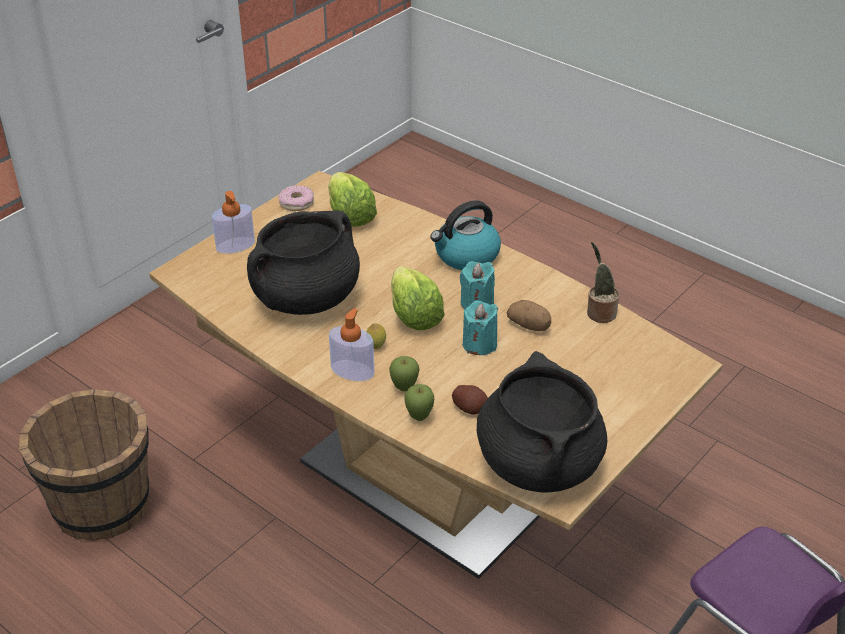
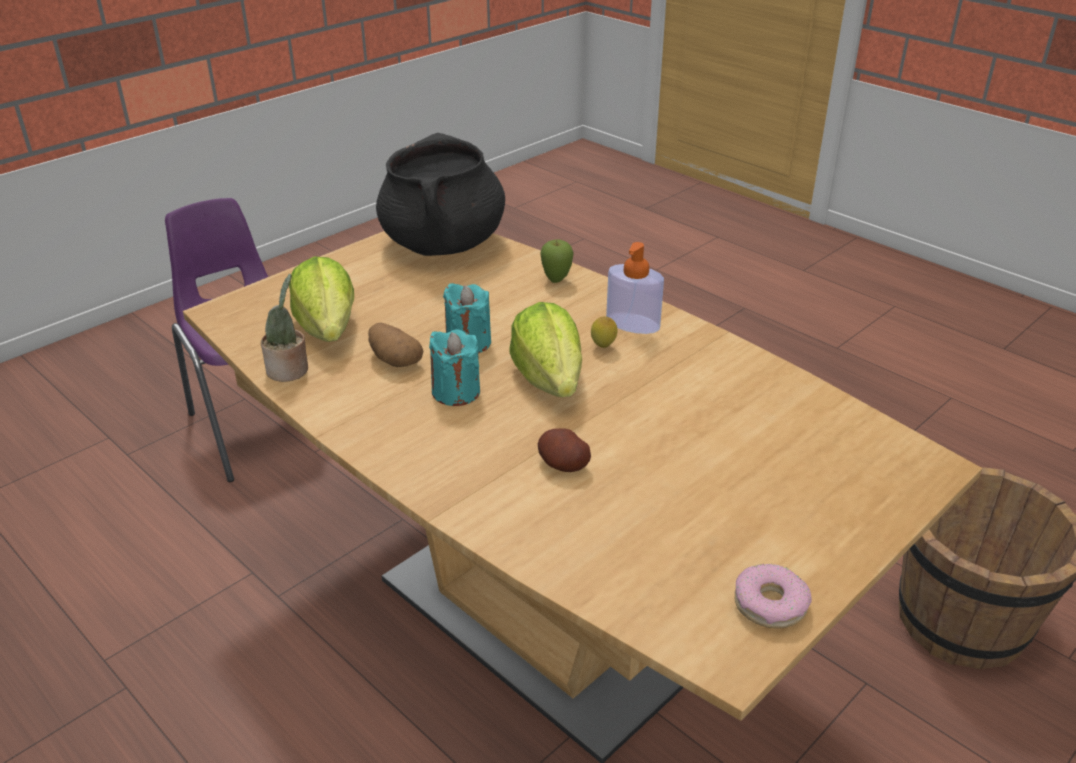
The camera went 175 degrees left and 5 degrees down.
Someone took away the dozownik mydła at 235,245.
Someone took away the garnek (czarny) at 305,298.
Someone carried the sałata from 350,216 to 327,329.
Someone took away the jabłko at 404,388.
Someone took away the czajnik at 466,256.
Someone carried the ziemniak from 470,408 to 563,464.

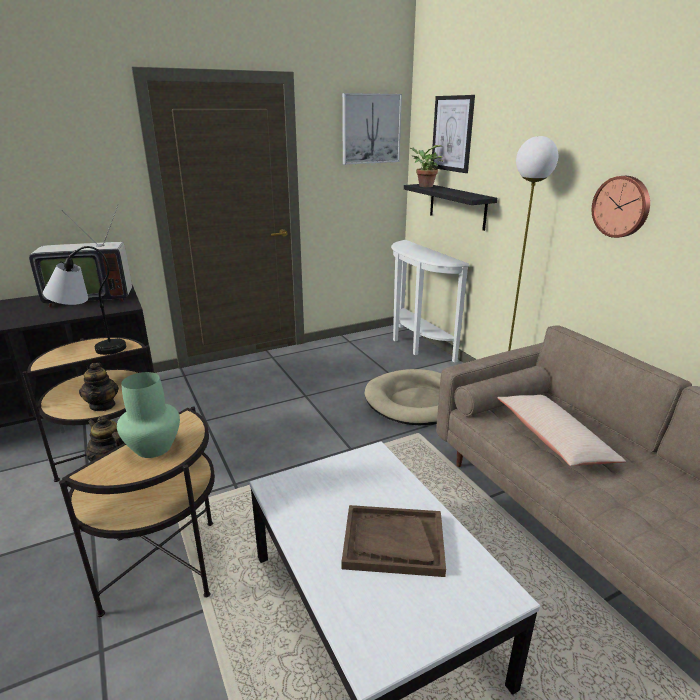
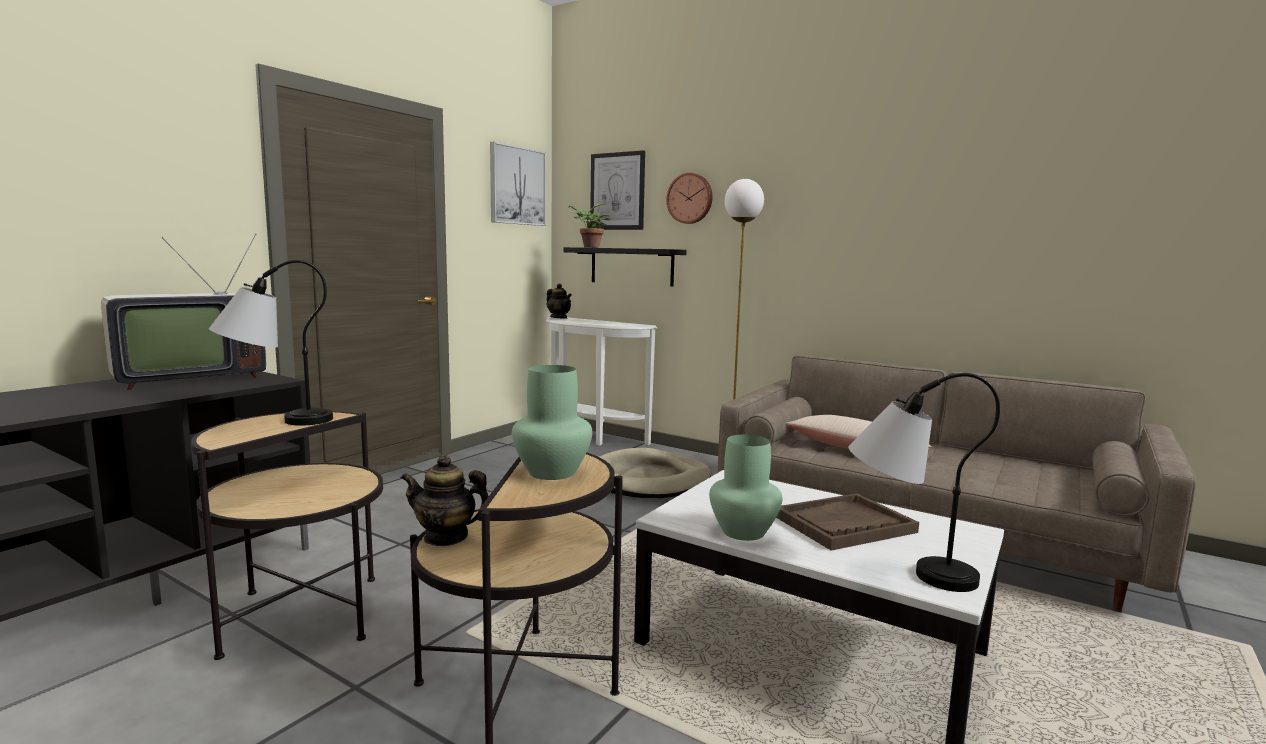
The camera went 30 degrees left and 15 degrees down.
Someone carried the imbryk from 103,405 to 559,318.
Someone carried the zegar ścienny from 622,206 to 690,198.
Someone put down the wazon (zielony) at 742,531.
Someone put down the lampa stołowa at 903,571.

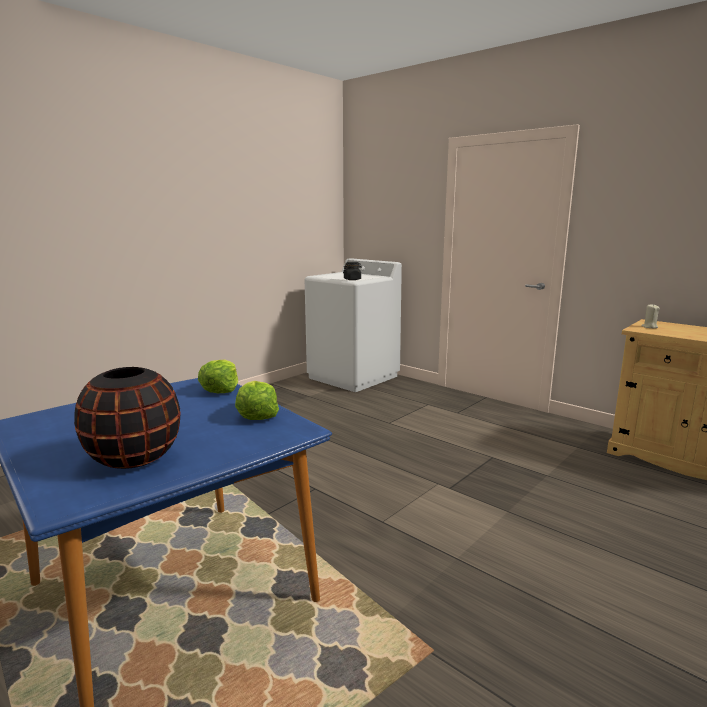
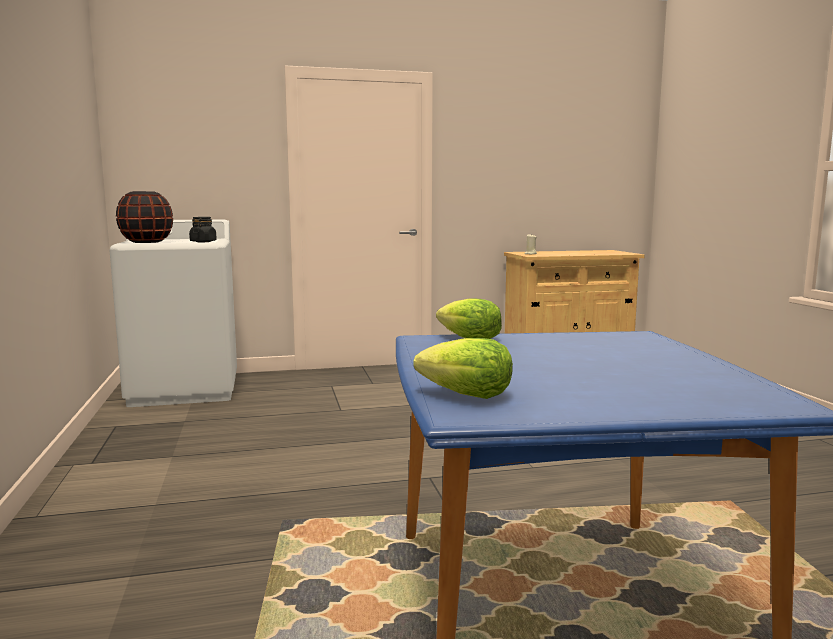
The camera went 55 degrees left and 5 degrees down.
Someone carried the wazon (czarny) from 134,458 to 146,242.
Someone carried the sałata from 256,415 to 467,395.

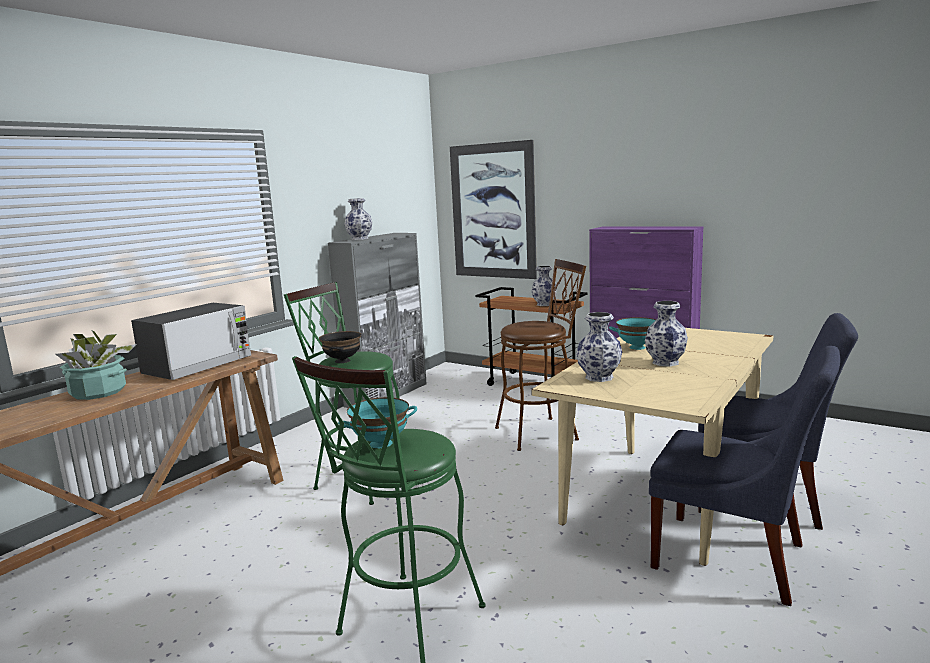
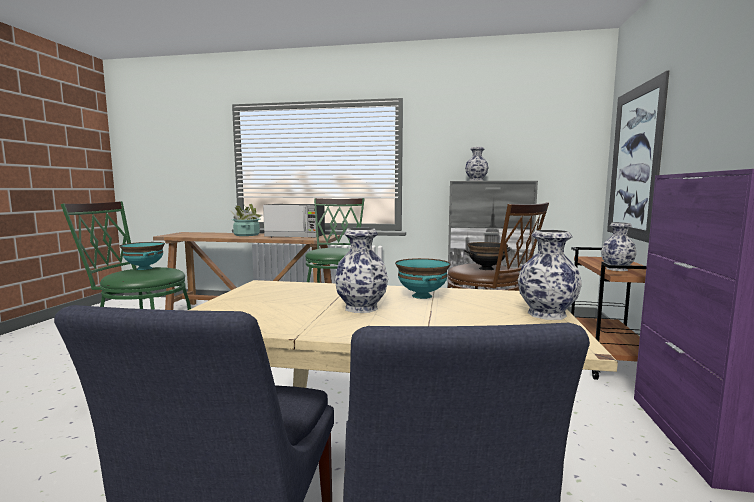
The camera went 65 degrees right and 5 degrees down.
Someone carried the miska (czarny) from 342,361 to 486,268.
Someone carried the wazon from 599,377 to 546,314.

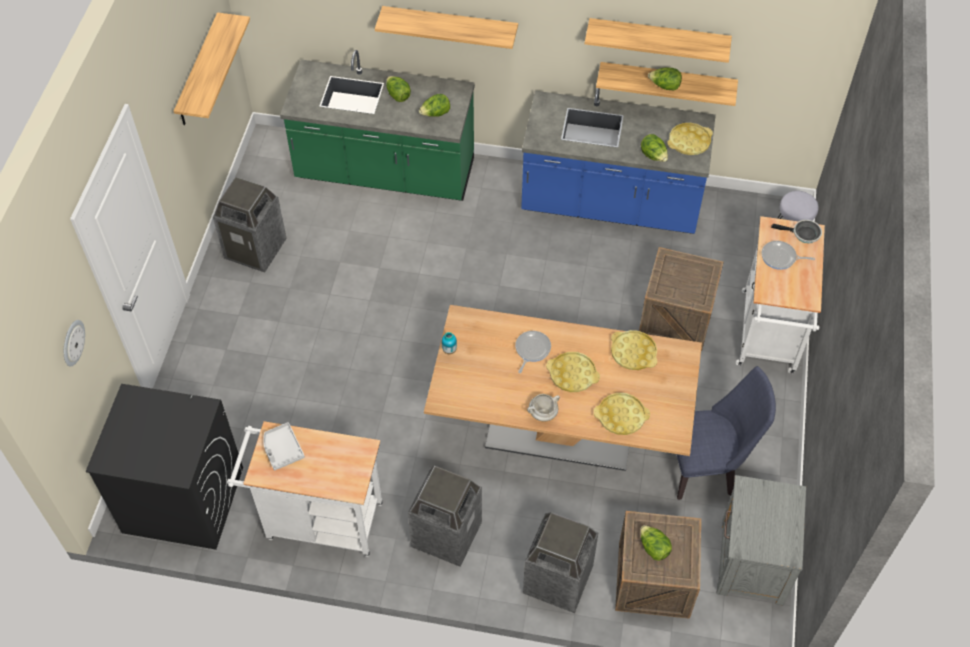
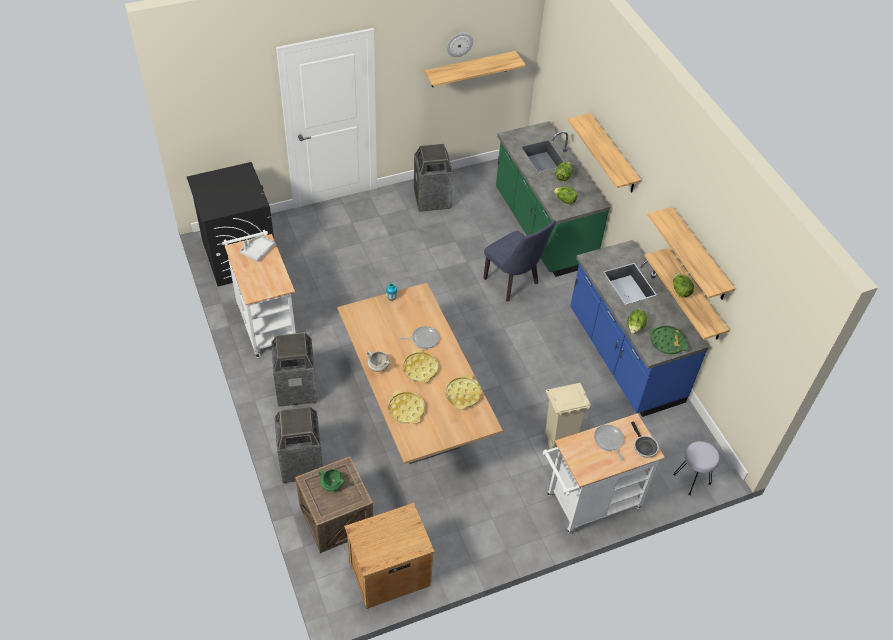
The camera went 55 degrees right and 5 degrees down.
Someone carried the zegar ścienny from 72,342 to 459,44.
Someone swapped the skrzynka at 676,317 for the kosz na śmieci (beżowy) at 559,438.
Someone swapped the sałata at 653,548 for the garnek (zielony) at 331,485.
Someone repainted the taca (żółty) at 689,142, which became the taca (zielony) at 667,342.
Someone carried the krzesło (niebieski) from 706,470 to 514,283.
Someone repainted the szafka nocna (szary) at 751,562, which became the szafka nocna (brązowy) at 388,573.

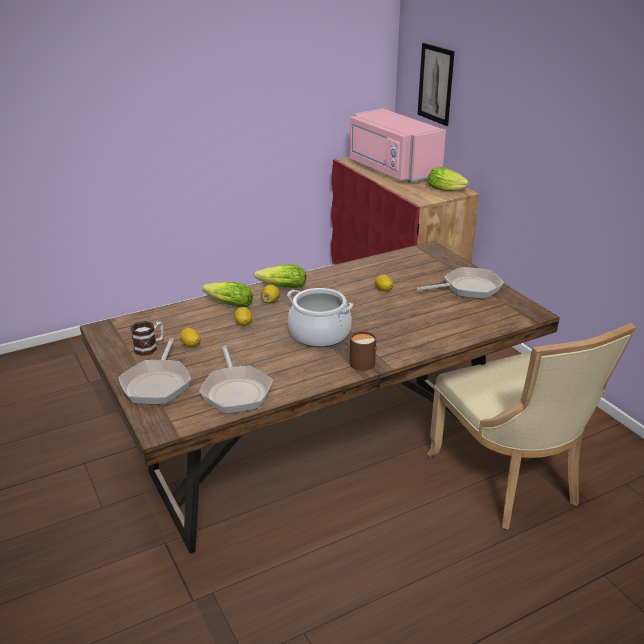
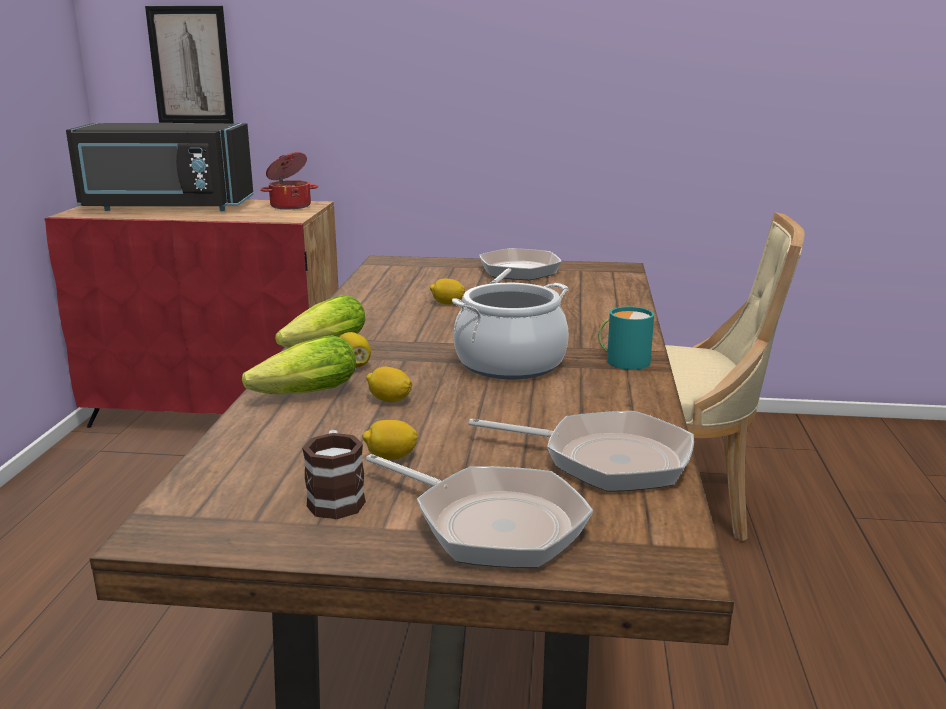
The camera went 55 degrees left and 10 degrees down.
Someone repainted the mikrofalówka (różowy) at 391,169, which became the mikrofalówka (czarny) at 166,208.
Someone repainted the kubek (brązowy) at 361,362, which became the kubek (turkusowy) at 623,361.
Someone swapped the sałata at 447,189 for the garnek at 290,206.

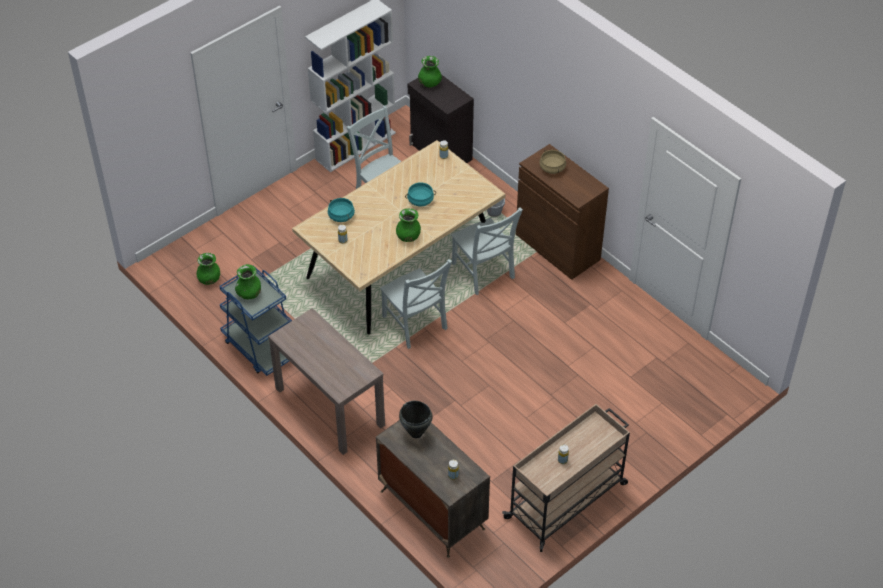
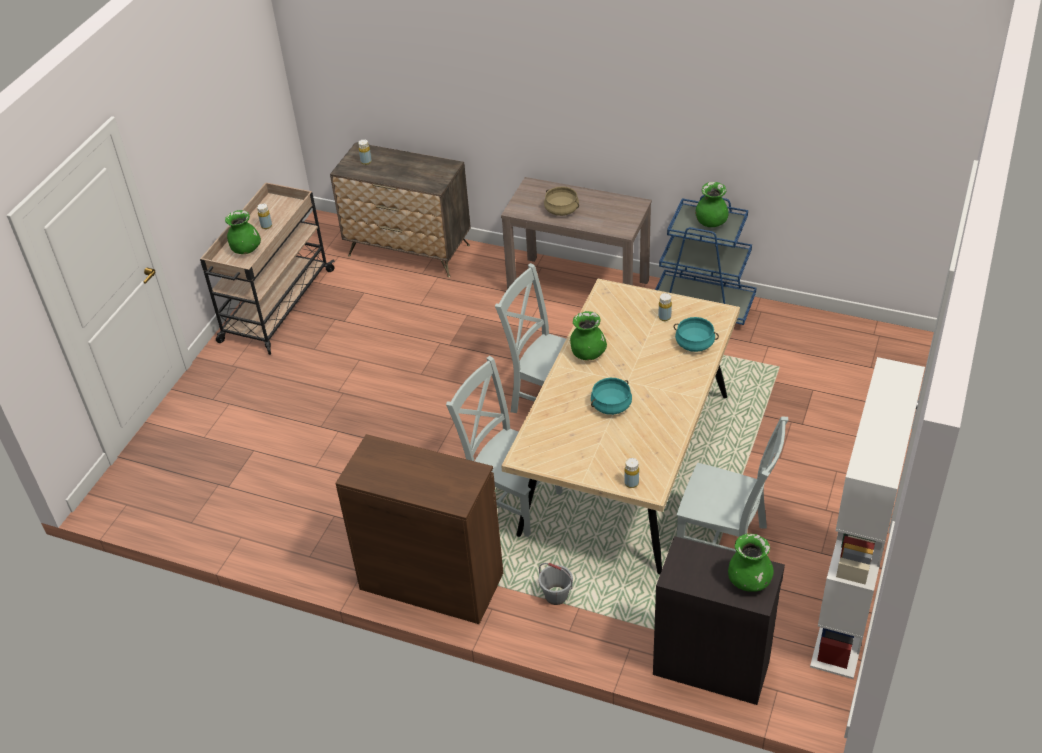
The camera went 155 degrees right and 5 degrees down.
Someone carried the wazon (zielony) from 209,279 to 246,249.
Someone took away the garnek (czarny) at 416,433.
Someone carried the garnek (beżowy) from 552,168 to 562,210.

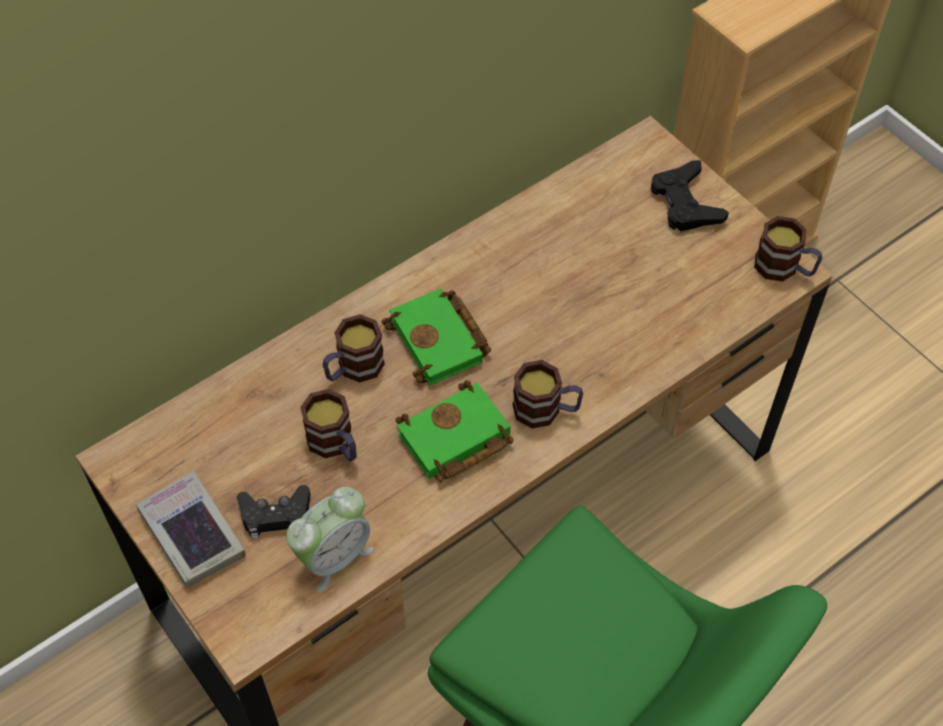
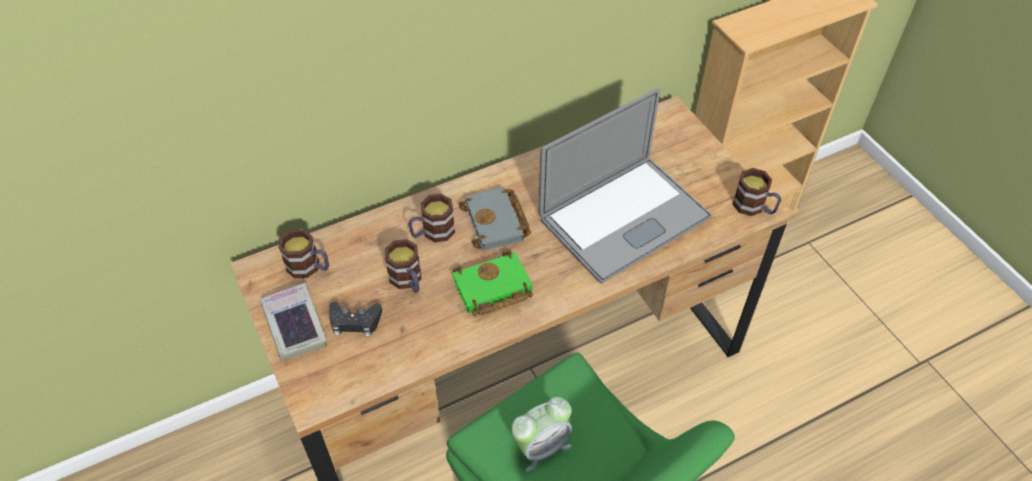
The camera went 10 degrees right and 5 degrees down.
Someone carried the budzik from 334,556 to 541,447.
Someone repainted the książka (zielony) at 441,342, which became the książka (szary) at 497,223.
Someone carried the kubek from 546,410 to 309,267.
Someone took away the pad do gier (czarny) at 685,203.
Someone put down the laptop at 624,218.

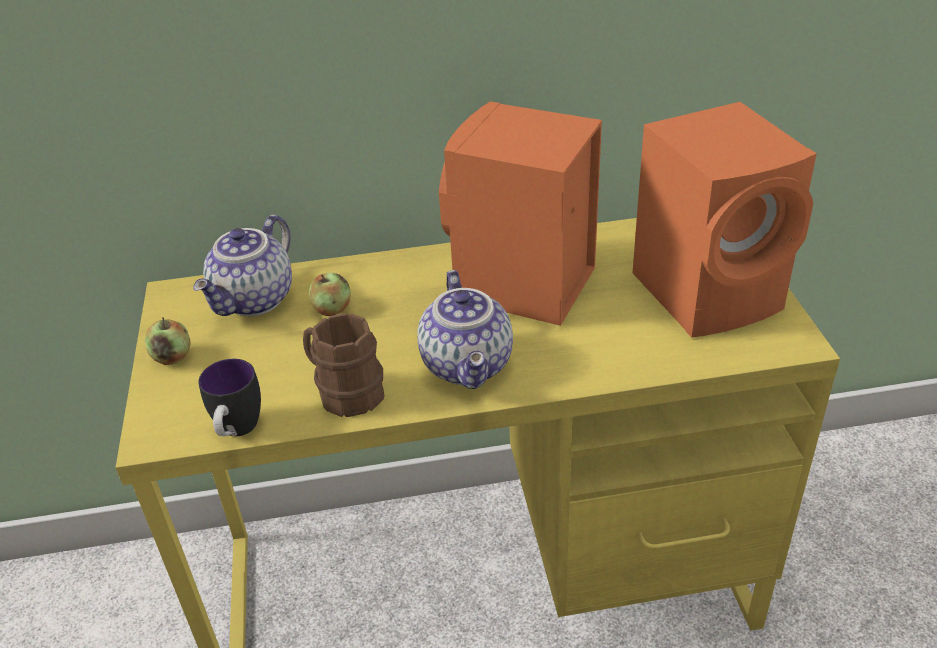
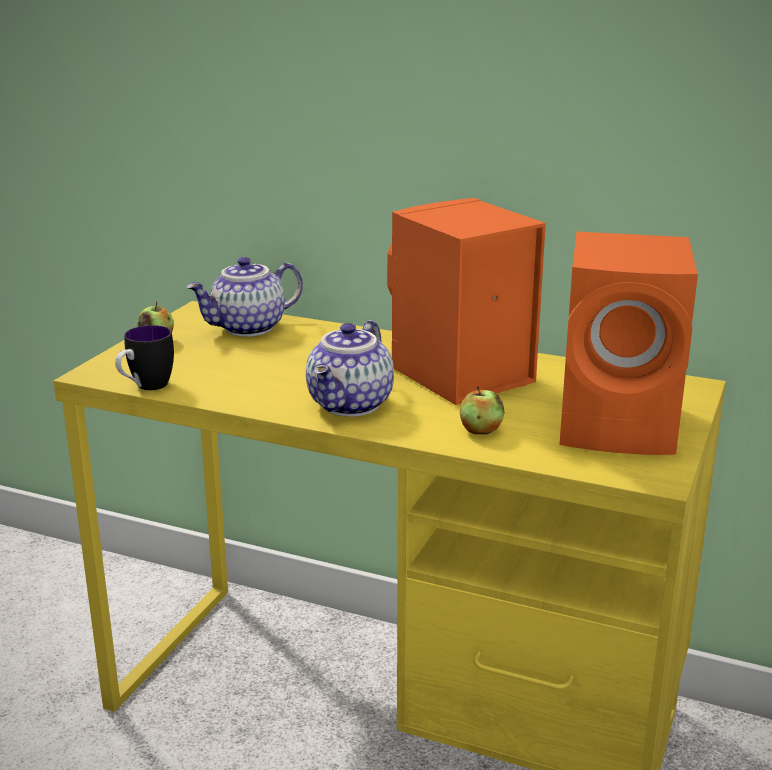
The camera went 30 degrees right and 15 degrees down.
Someone took away the kubek (brązowy) at 344,392.
Someone carried the jabłko from 332,309 to 480,430.

